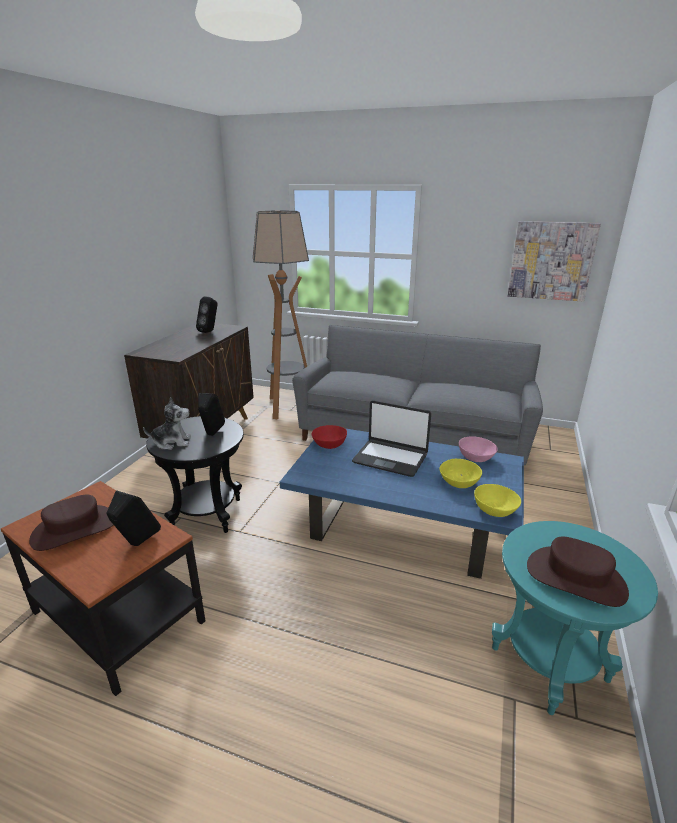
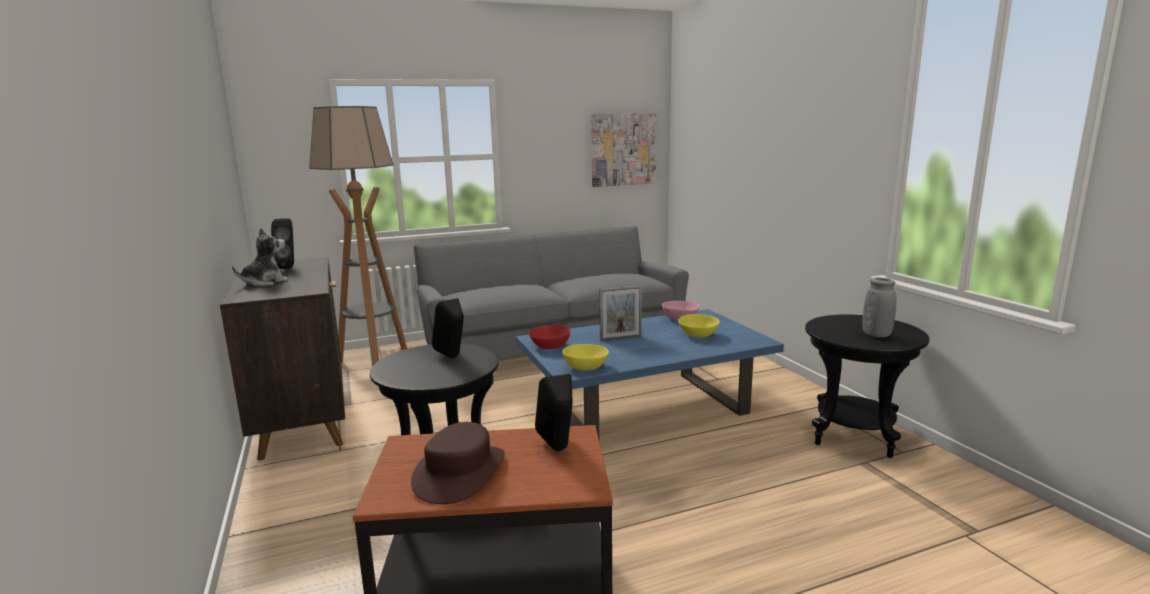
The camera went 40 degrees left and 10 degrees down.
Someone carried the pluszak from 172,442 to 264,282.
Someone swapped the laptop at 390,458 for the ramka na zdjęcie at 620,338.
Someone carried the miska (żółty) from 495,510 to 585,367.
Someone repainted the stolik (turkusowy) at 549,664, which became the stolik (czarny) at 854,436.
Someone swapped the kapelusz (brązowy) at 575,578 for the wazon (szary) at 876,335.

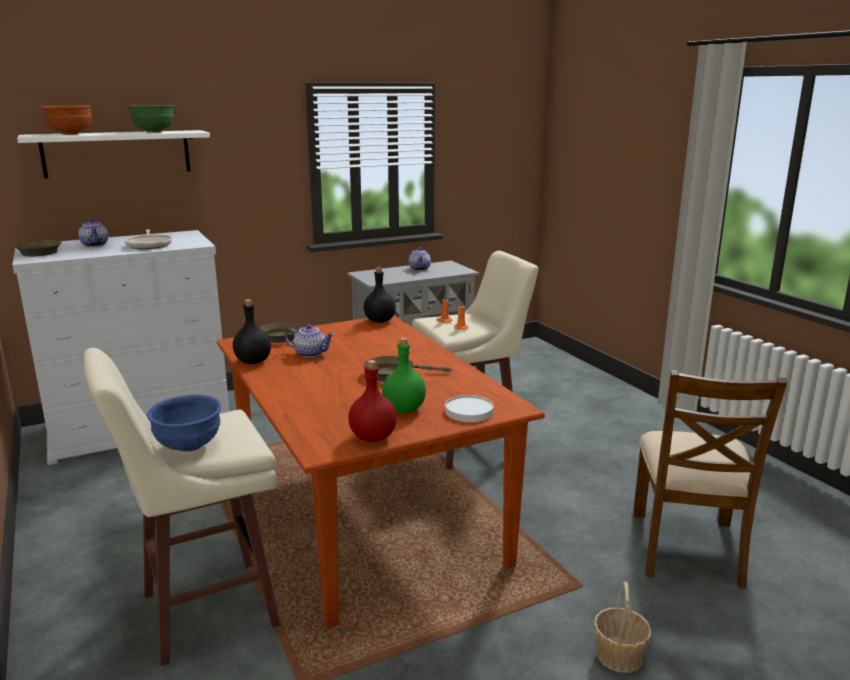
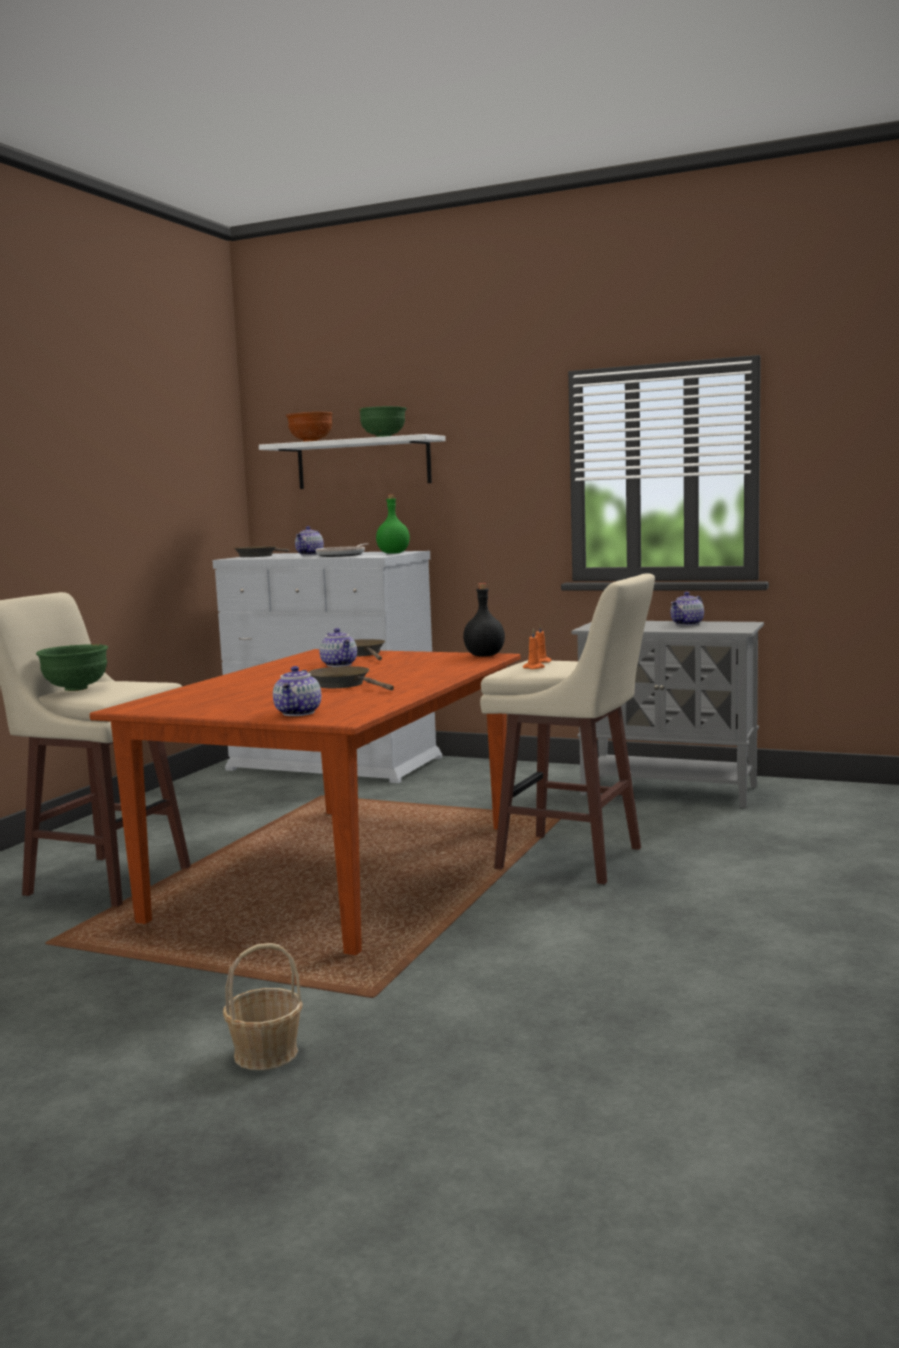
The camera went 50 degrees right and 10 degrees down.
Someone repainted the miska (niebieski) at 188,447, which became the miska (zielony) at 75,689.
Someone took away the butelka (czarny) at 253,361.
Someone took away the butelka (czerwony) at 374,437.
Someone carried the butelka (zielony) from 404,409 to 394,553.
Someone swapped the talerz (biały) at 469,411 for the imbryk at 299,713.
Someone took away the krzesło (brązowy) at 687,547.

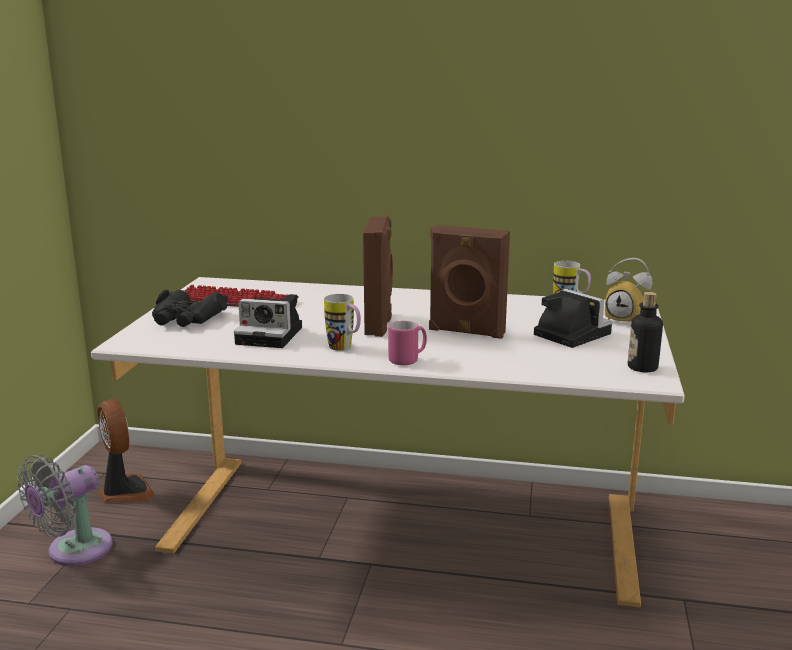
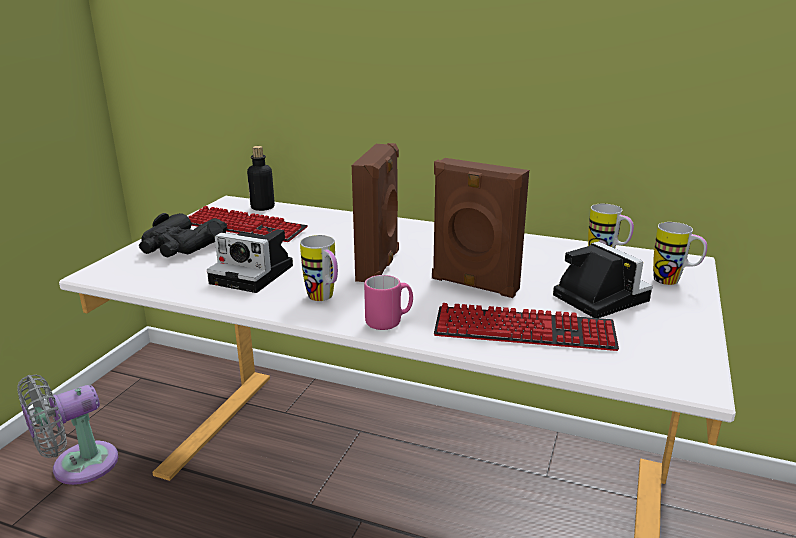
The camera went 10 degrees right and 5 degrees up.
Someone took away the wentylator at 124,492.
Someone swapped the budzik at 627,320 for the kubek at 674,282.
Someone carried the butelka from 642,367 to 262,207.
Someone put down the klawiatura at 524,331.

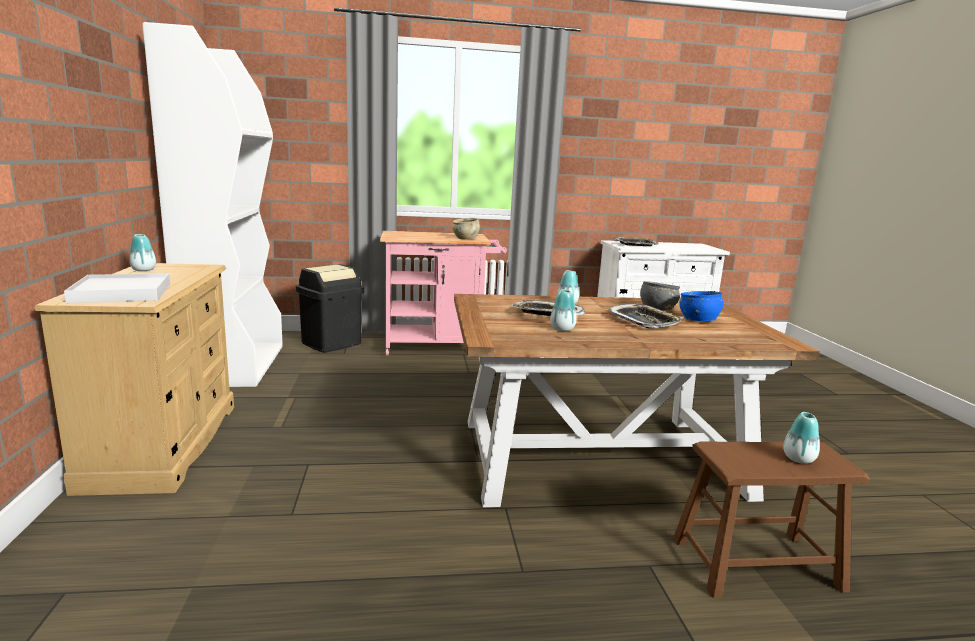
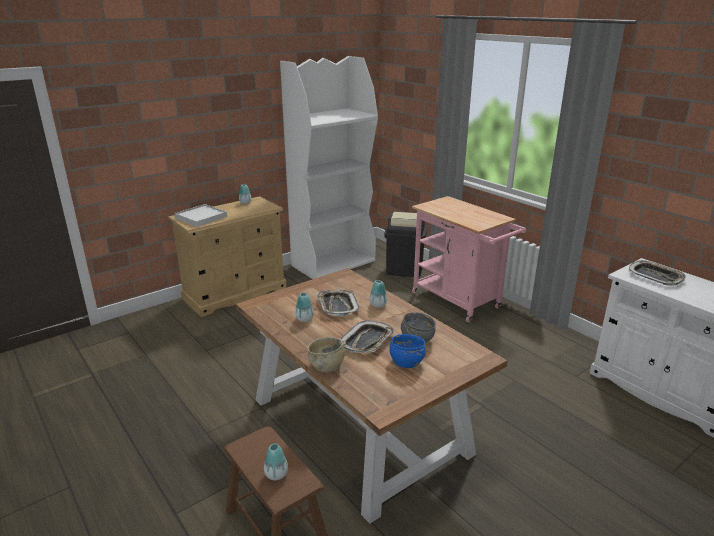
The camera went 60 degrees right and 10 degrees up.
Someone carried the miska (beżowy) from 465,238 to 326,366.

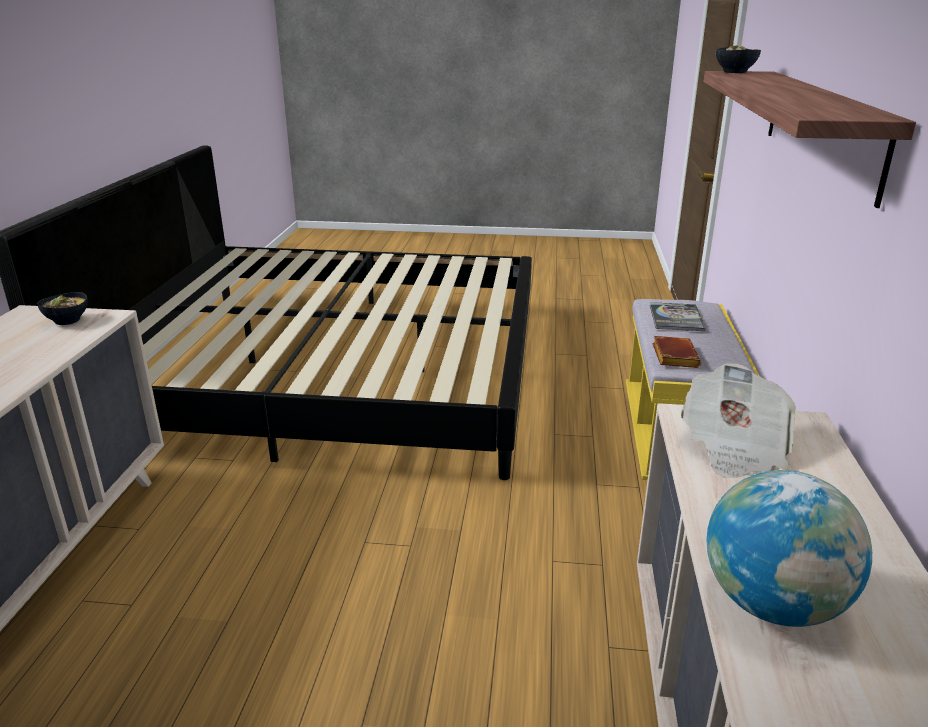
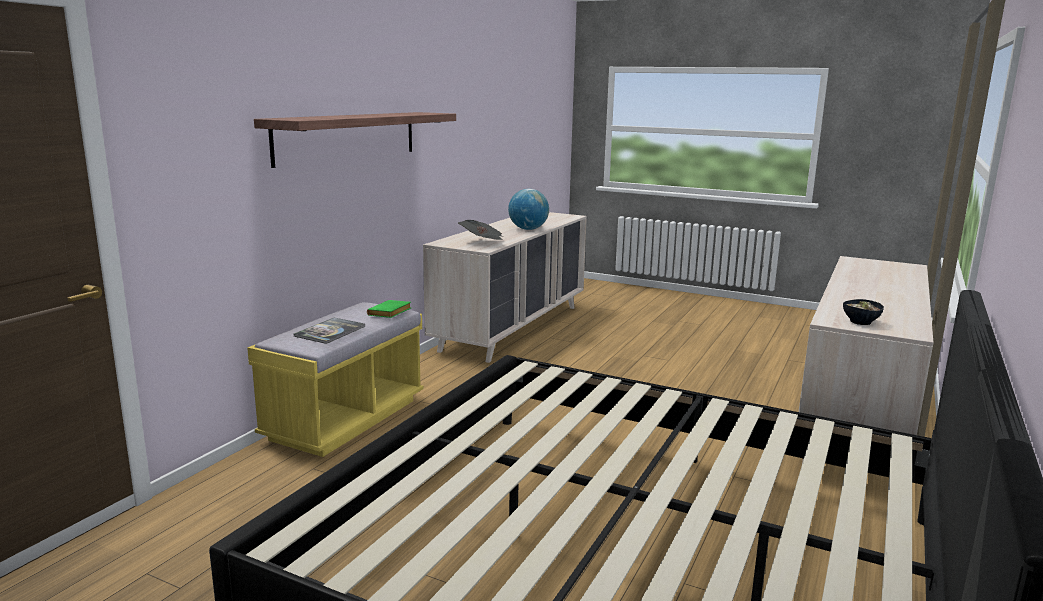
The camera went 160 degrees left and 10 degrees down.
Someone repainted the książka (brązowy) at 673,356, which became the książka (zielony) at 390,313.
Someone took away the miska at 734,72.

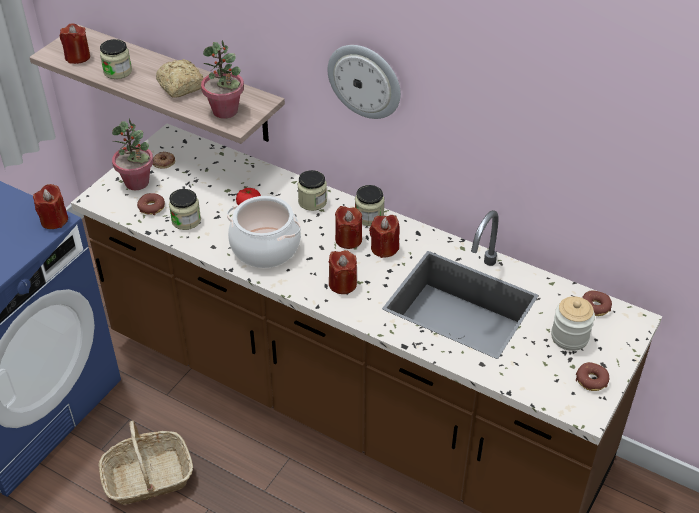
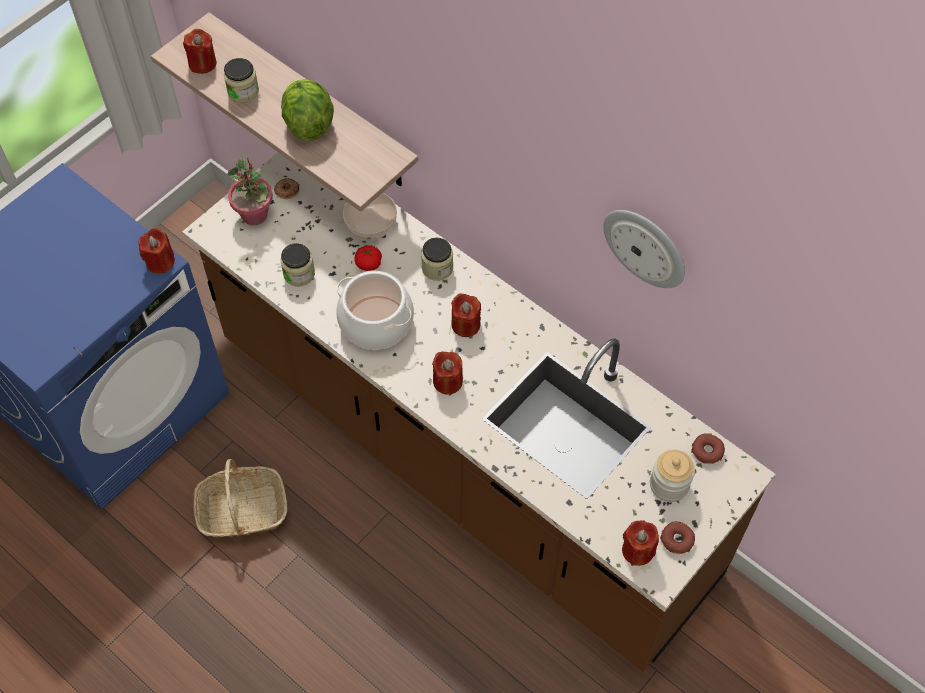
The camera went 10 degrees right and 15 degrees up.
Someone took away the donut at 151,207.
Someone swapped the chleb at 181,87 for the sałata at 308,123.
Someone took away the roślina doniczkowa at 225,111.
Someone carried the zegar ścienny from 365,80 to 646,247.
Someone took away the słoik at 369,217.
Someone carried the świeca (czerwony) from 384,248 to 638,550.
Someone put down the miska at 371,221.

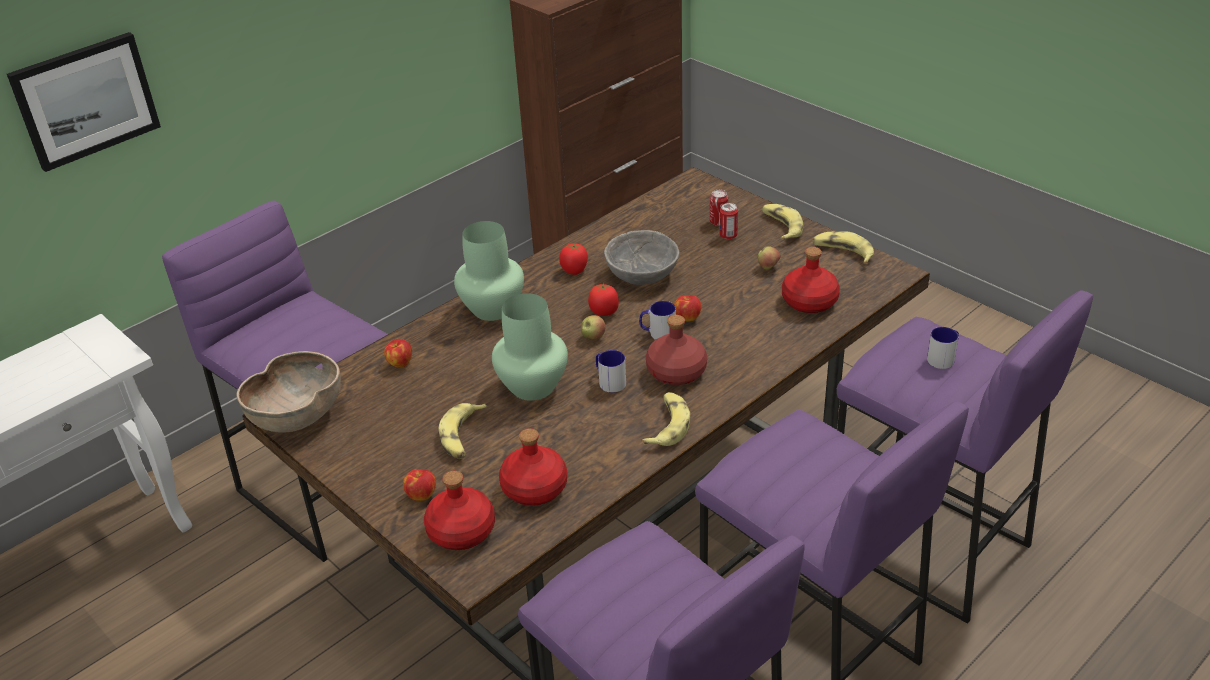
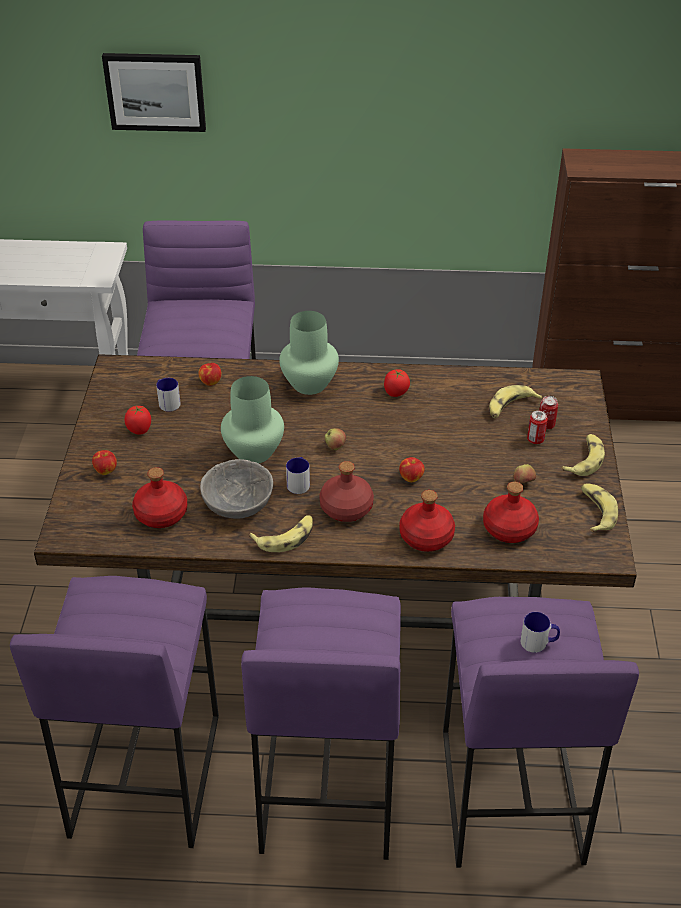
The camera went 45 degrees right and 5 degrees up.
Someone took away the miska (brązowy) at 297,416.
Someone carried the butelka (czerwony) from 462,531 to 426,537.
Someone carried the banan from 462,436 to 510,407.
Someone carried the pomidor from 604,312 to 139,430.
Someone carried the miska (szary) from 642,273 to 239,504.
Someone carried the kubek from 657,333 to 167,402.

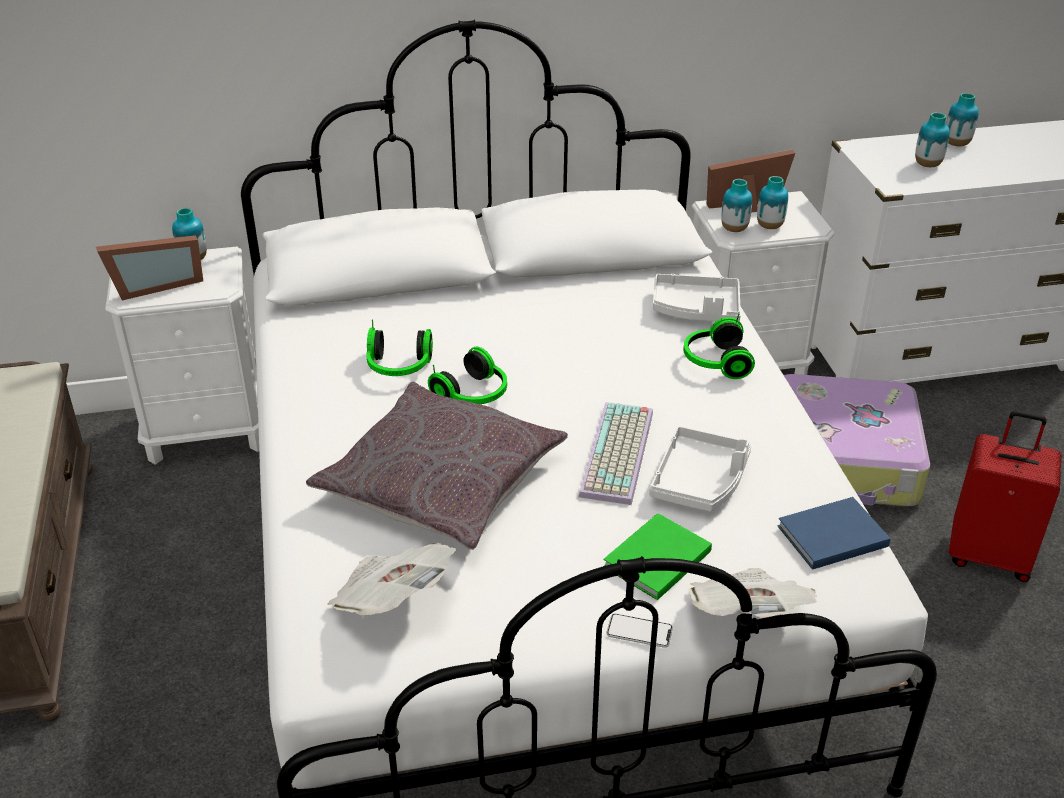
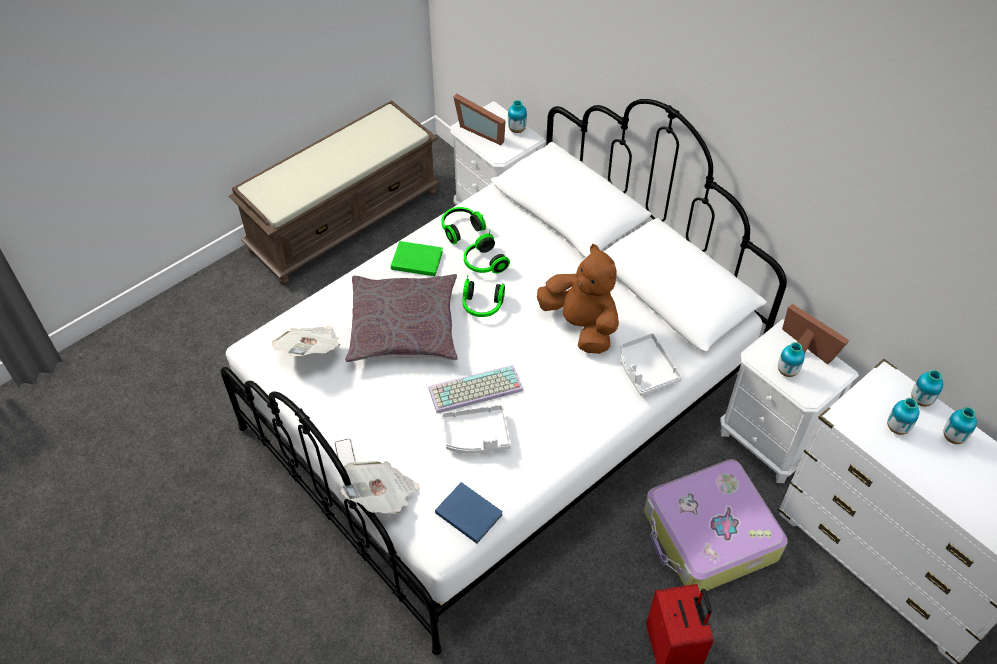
The camera went 60 degrees right and 15 degrees up.
Someone carried the książka (zielony) from 654,560 to 416,259.
Someone carried the słuchawki from 714,362 to 460,229.
Someone carried the wazon from 734,229 to 920,400.
Someone put down the pluszak (brązowy) at 581,325.

